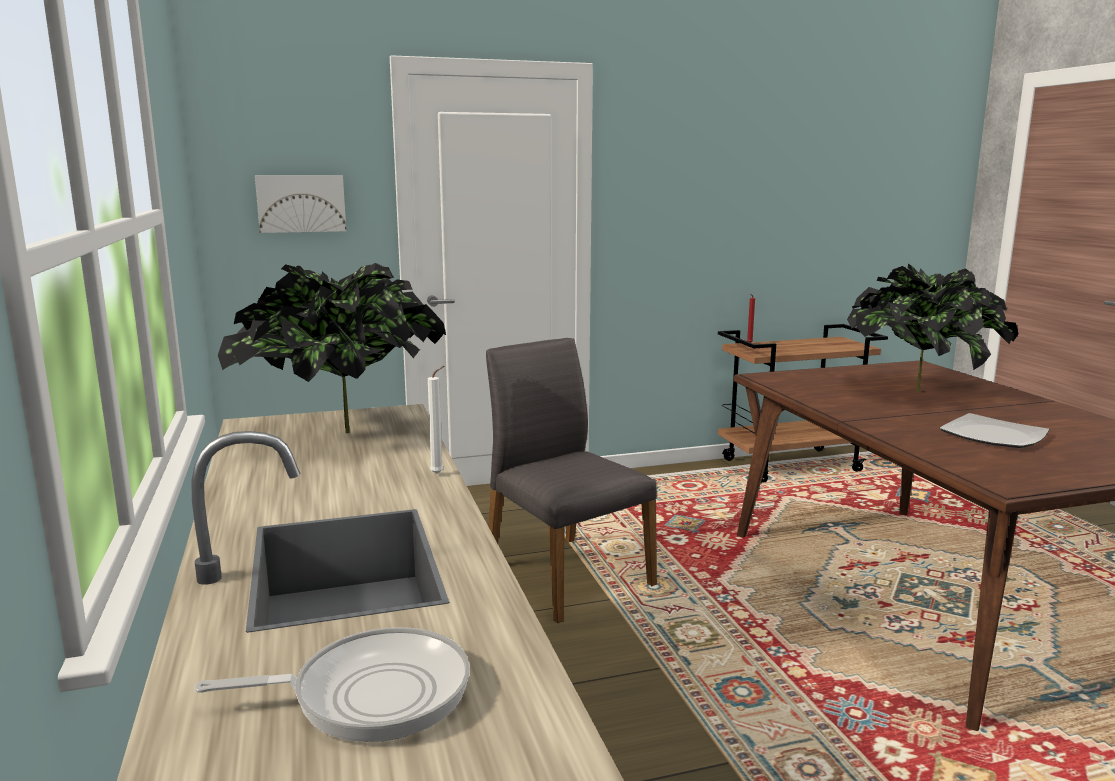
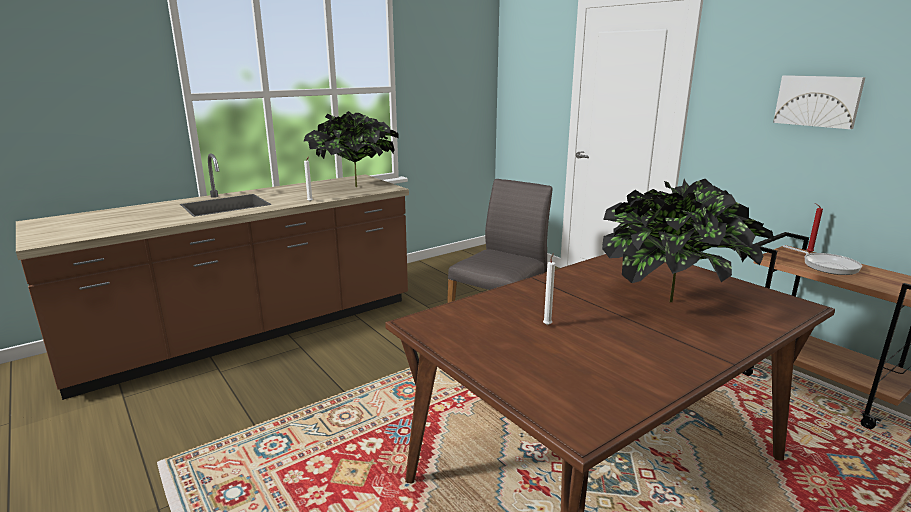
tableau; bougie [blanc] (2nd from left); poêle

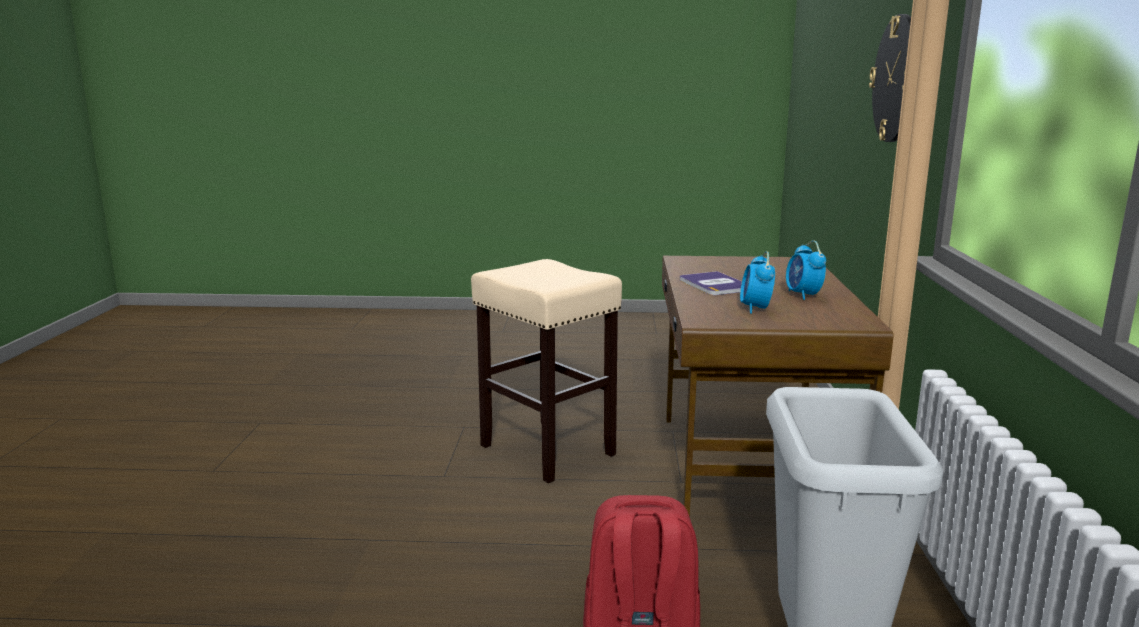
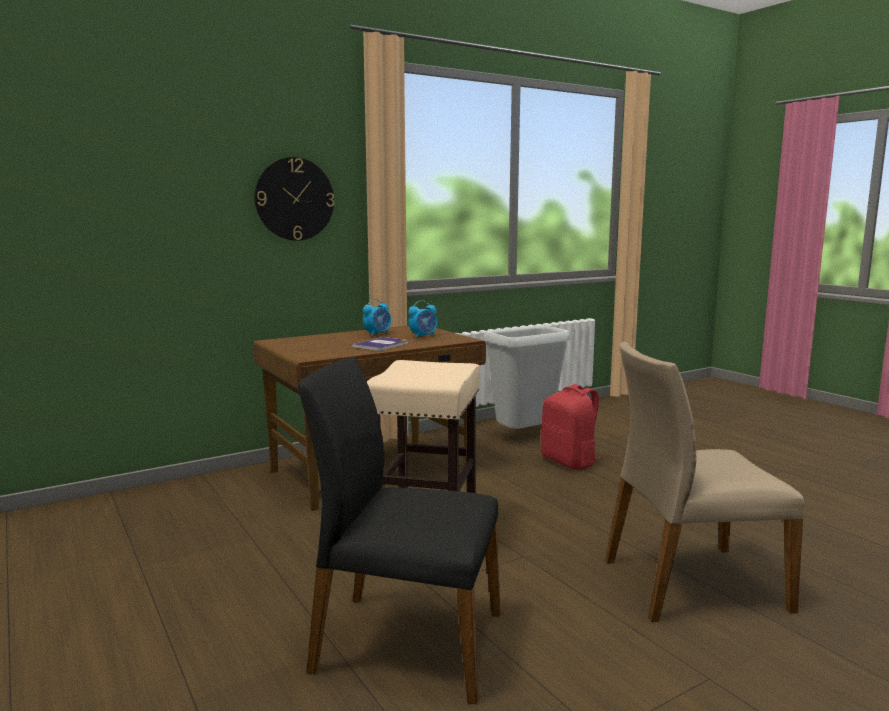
chaise [beige]; chaise [noir]

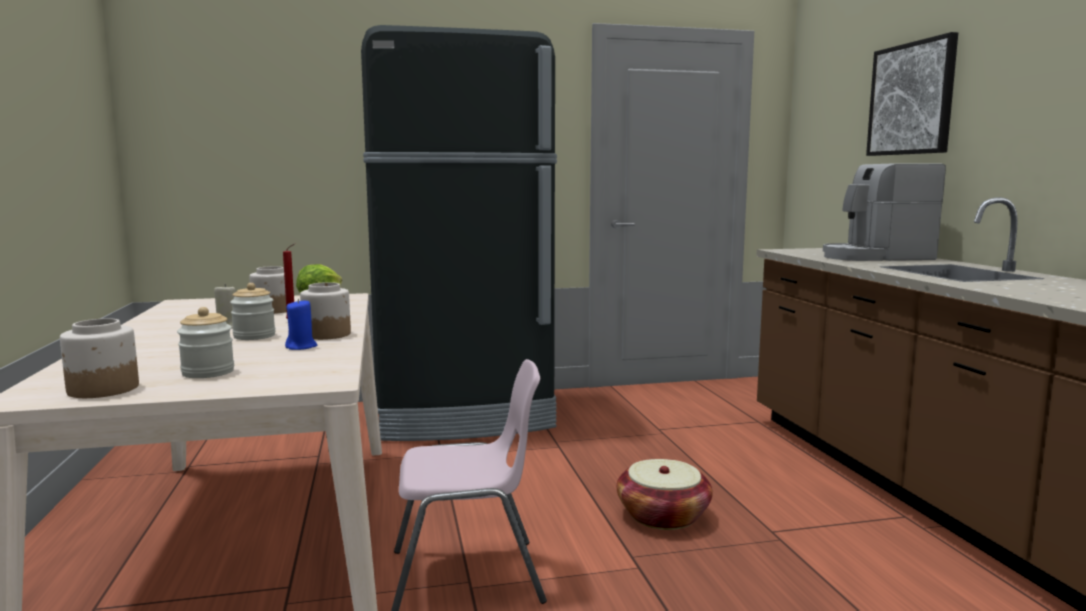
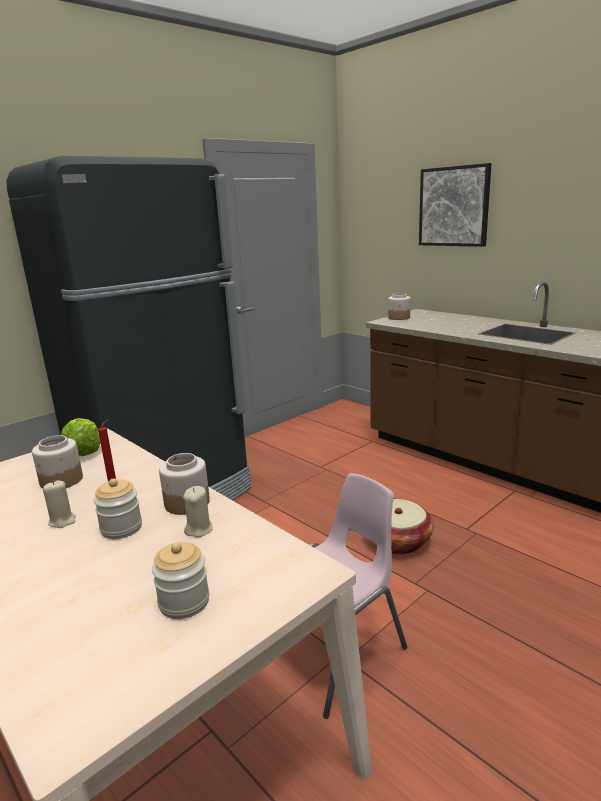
machine à café; bougie [beige] (2nd from left); bocal (5th from left)

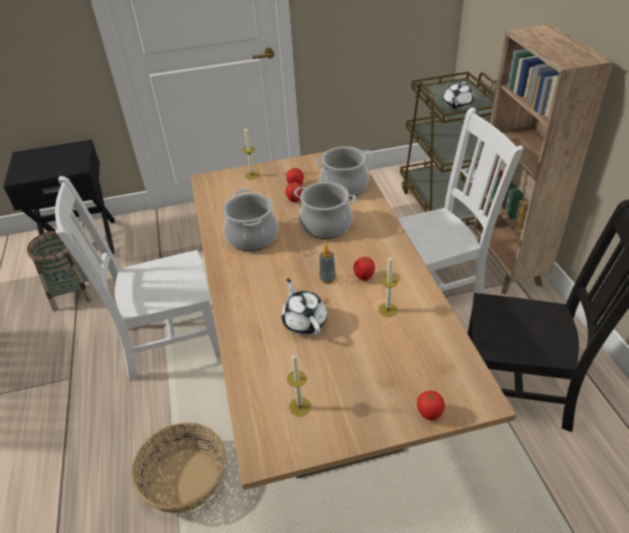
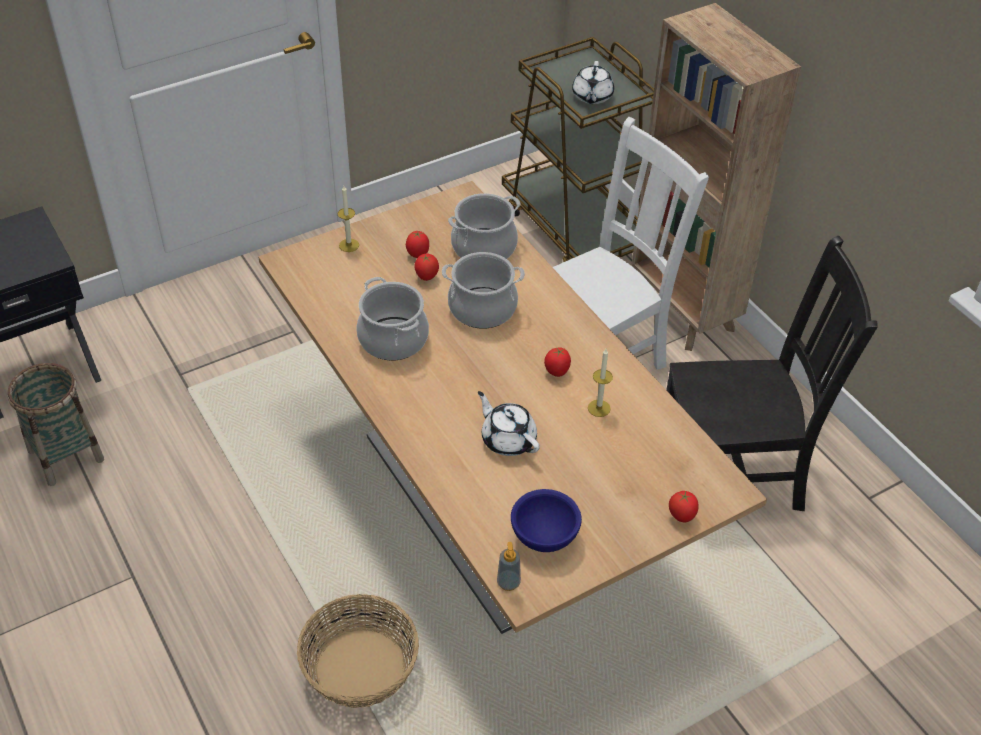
chaise [blanc] (1st from left in the first image); distributeur de savon; bol [bleu]

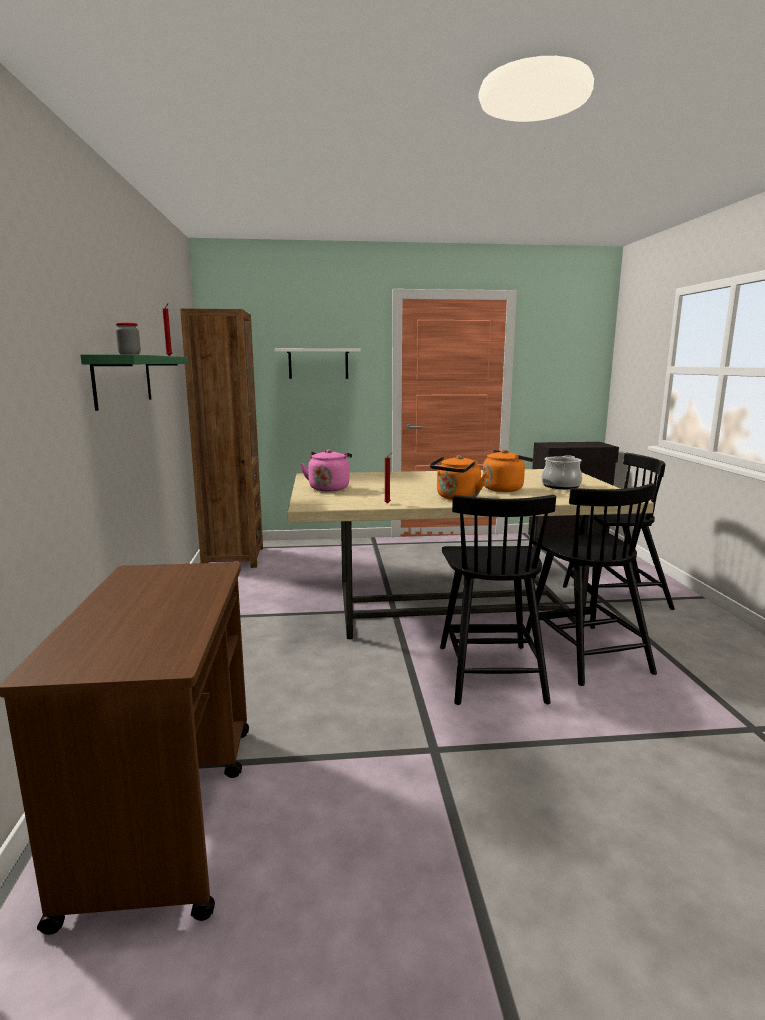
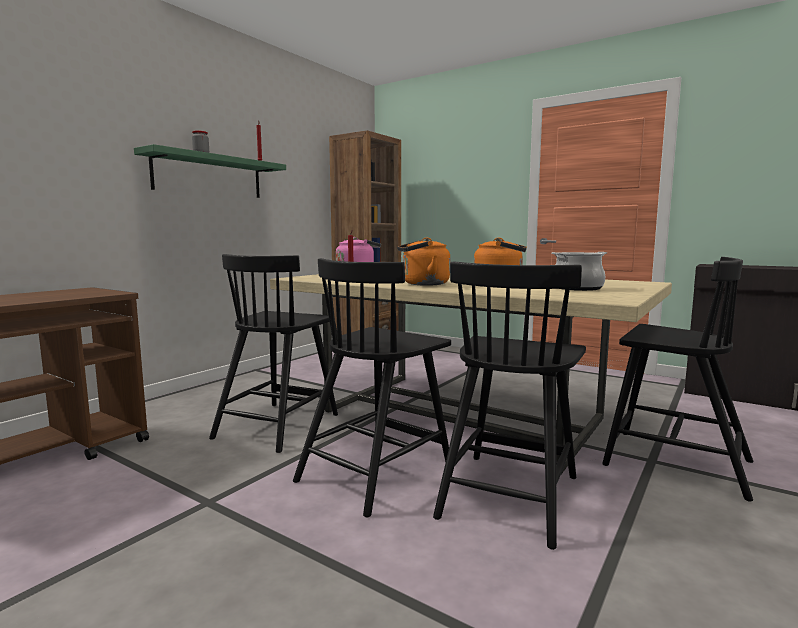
étagère [blanc]; chaise [noir] (1st from left)

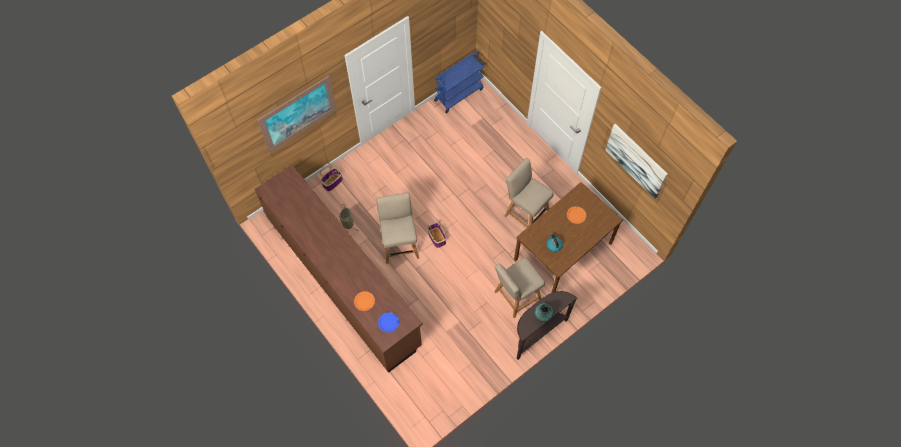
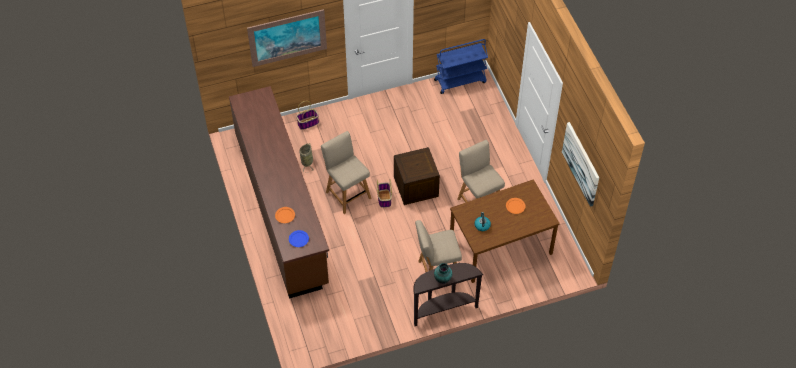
chaise [beige] (1st from left); caisse

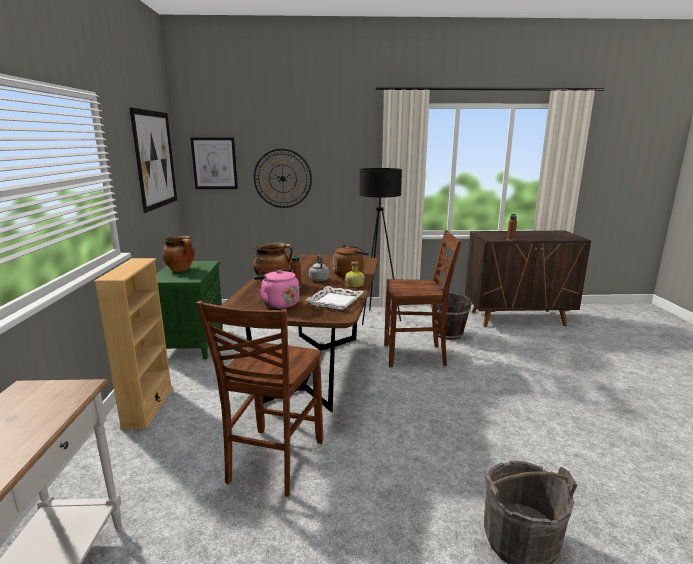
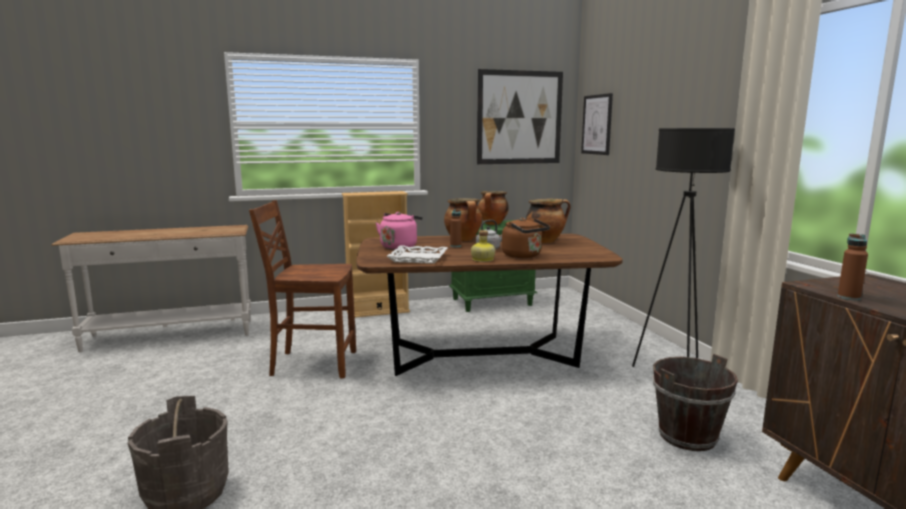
horloge murale; chaise [marron] (2nd from left in the first image); marmite (3rd from left)

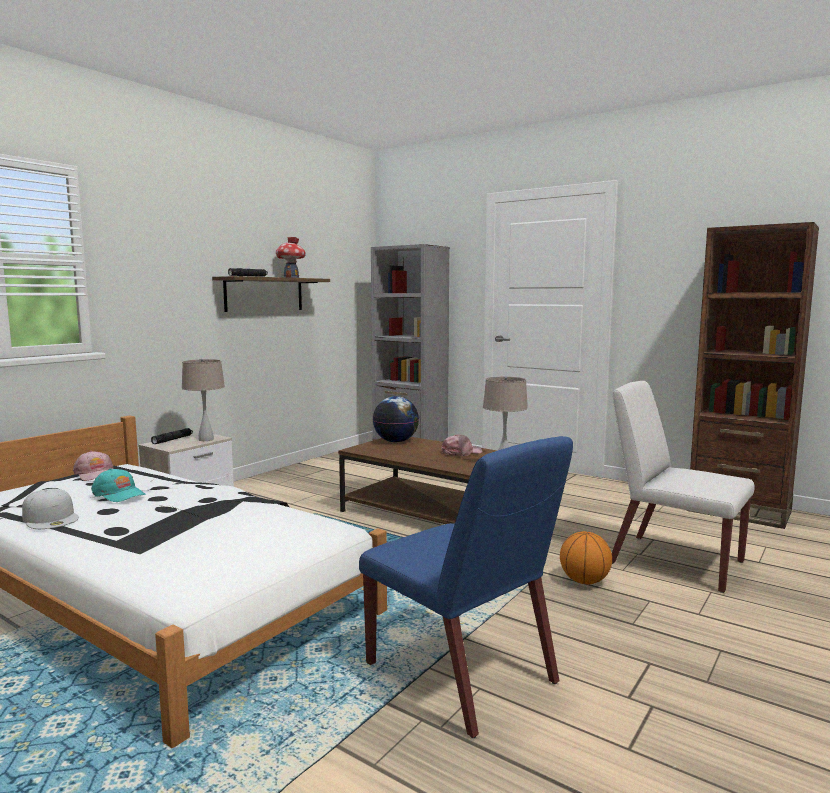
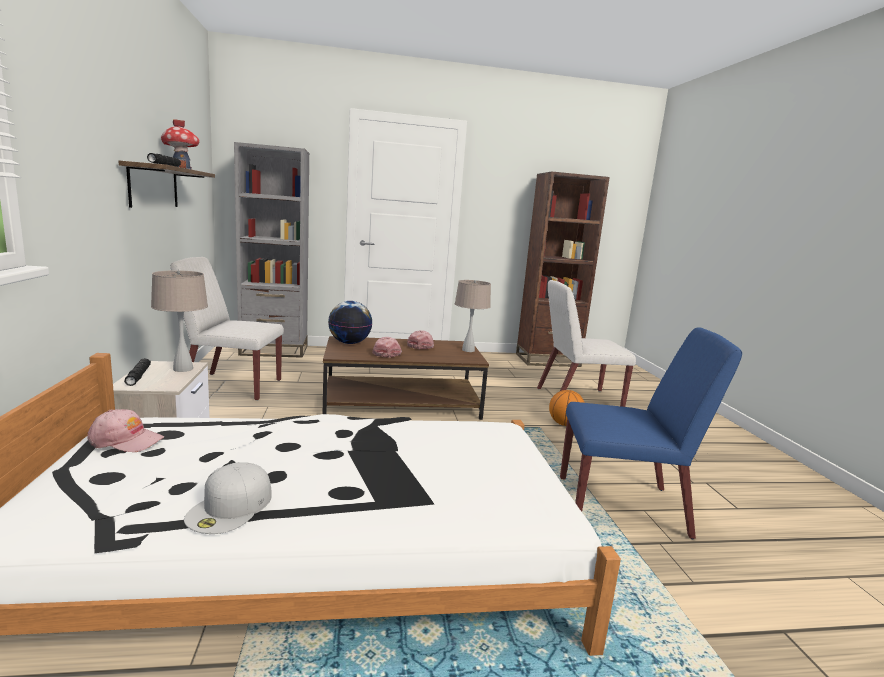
casquette [turquoise]; casquette [blanc]; chaise [blanc] (1st from left); casquette [rose] (2nd from left)

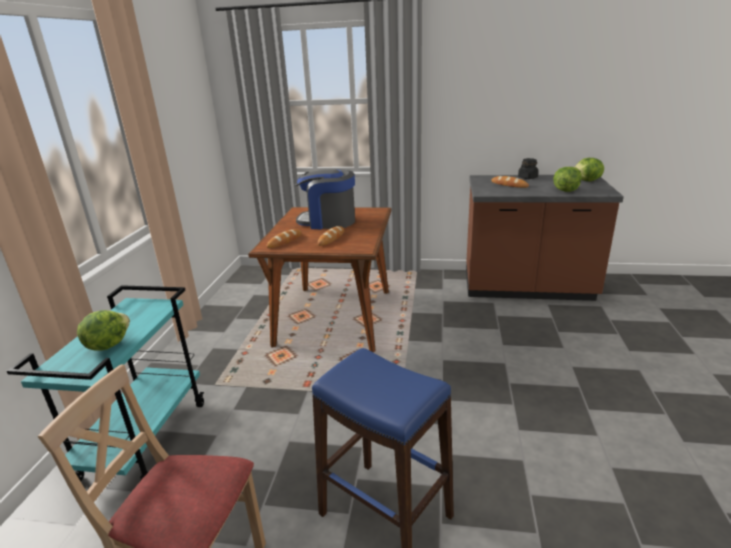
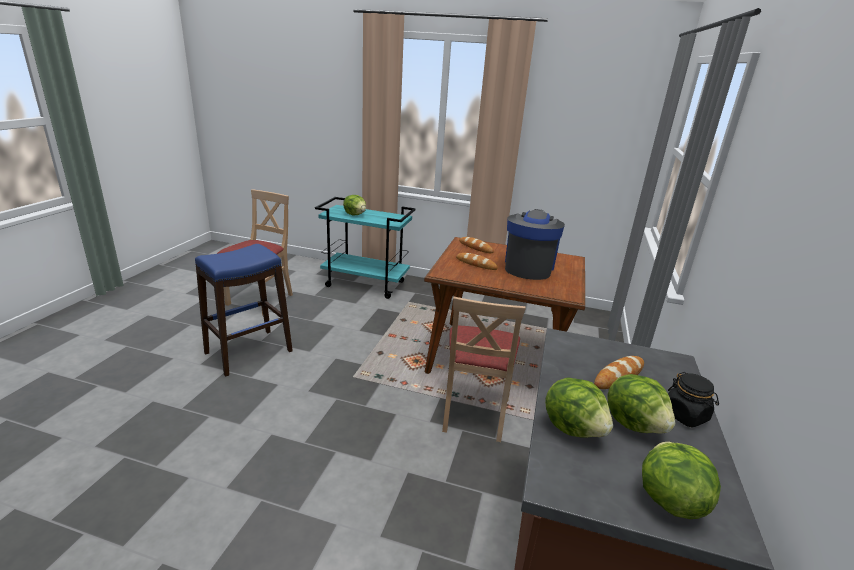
chaise [beige] (2nd from left); laitue (3rd from left)

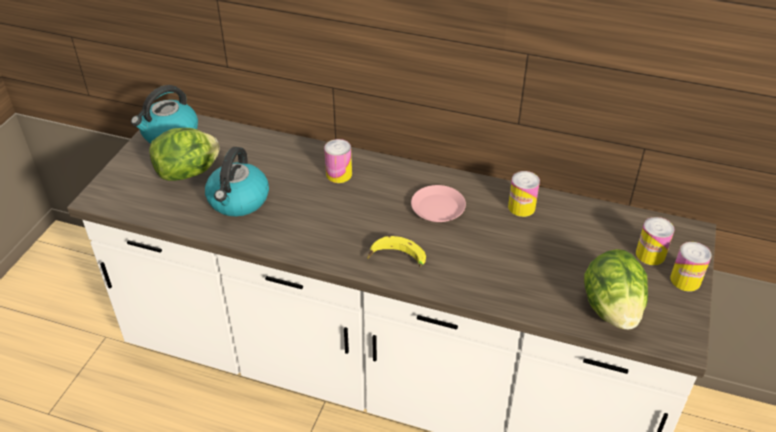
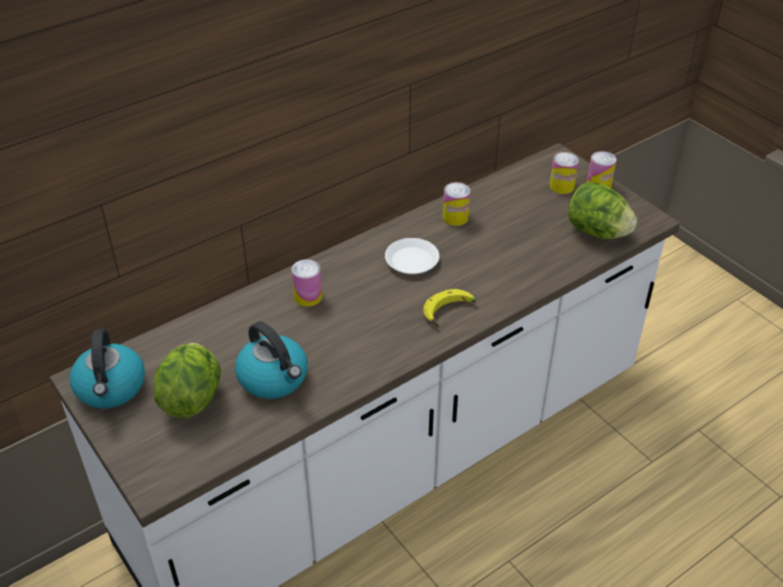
assiette [blanc]

